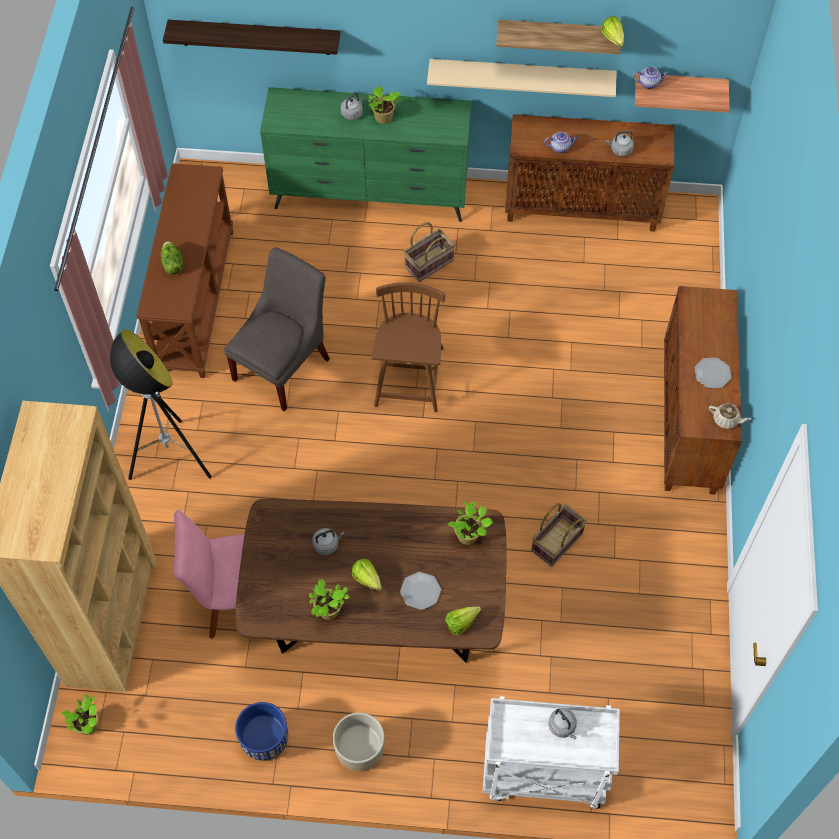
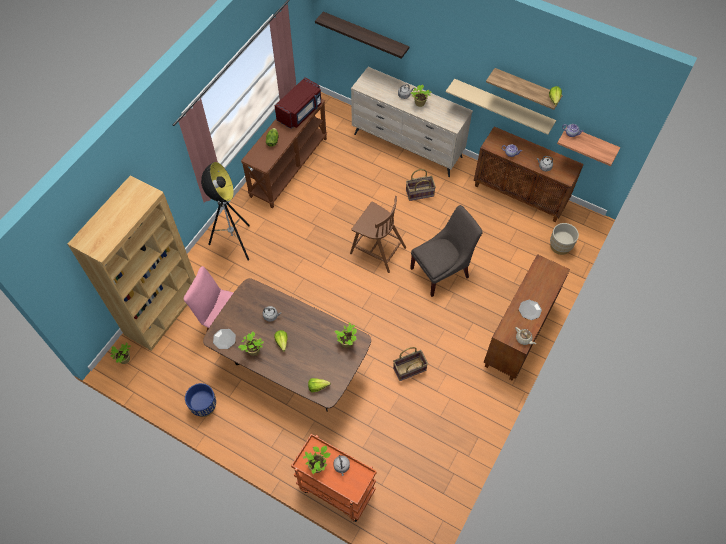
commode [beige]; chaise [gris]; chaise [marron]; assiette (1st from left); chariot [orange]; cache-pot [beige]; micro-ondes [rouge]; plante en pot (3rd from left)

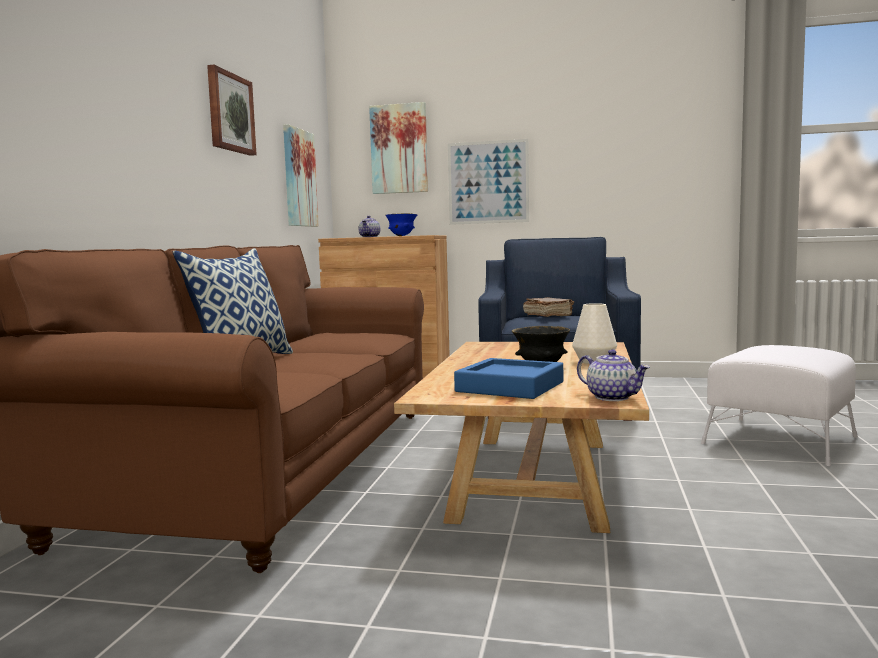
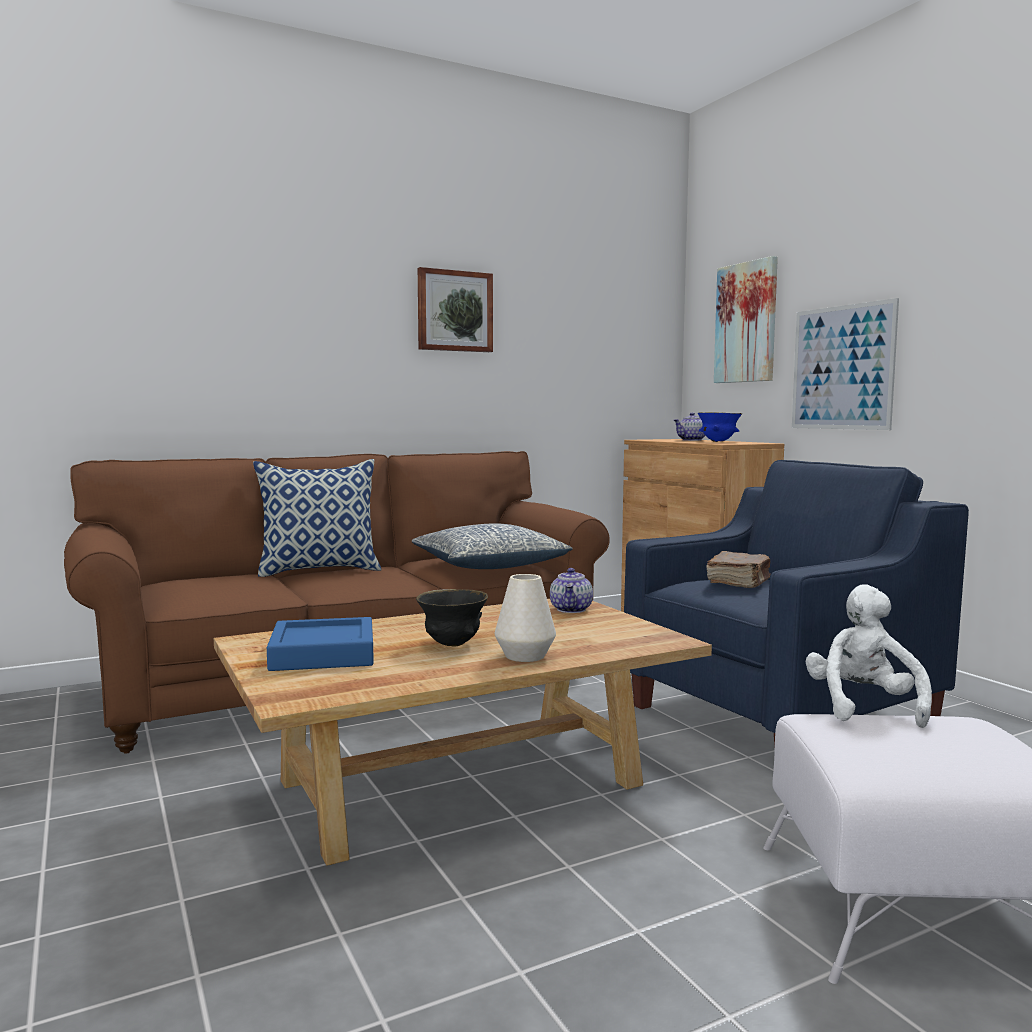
tableau (2nd from left in the first image); théière (1st from left); coussin (2nd from left); peluche [blanc]

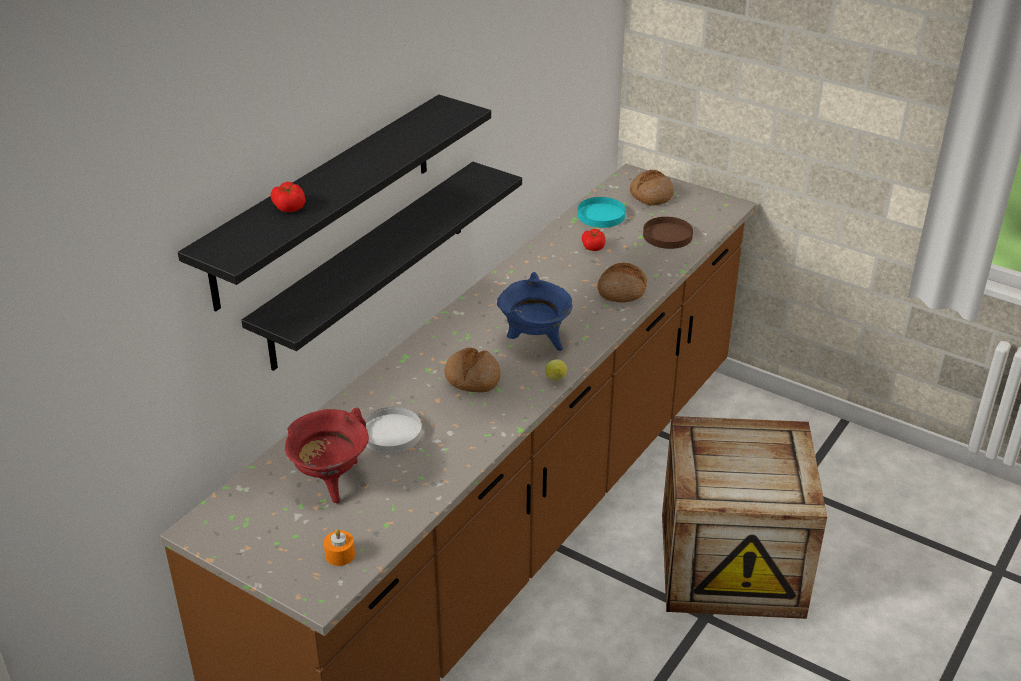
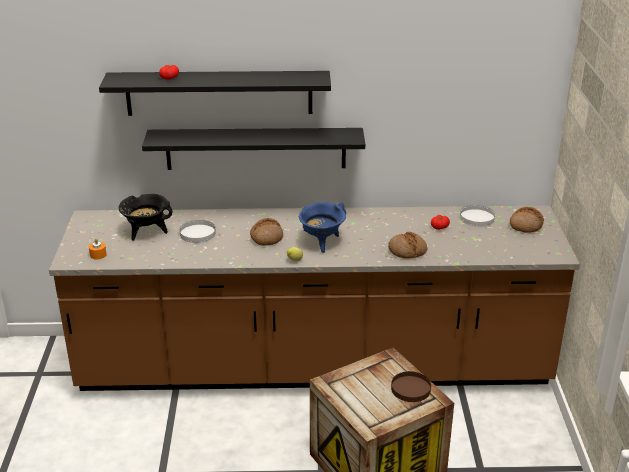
assiette [blanc] (2nd from left); assiette [marron]; marmite [noir]

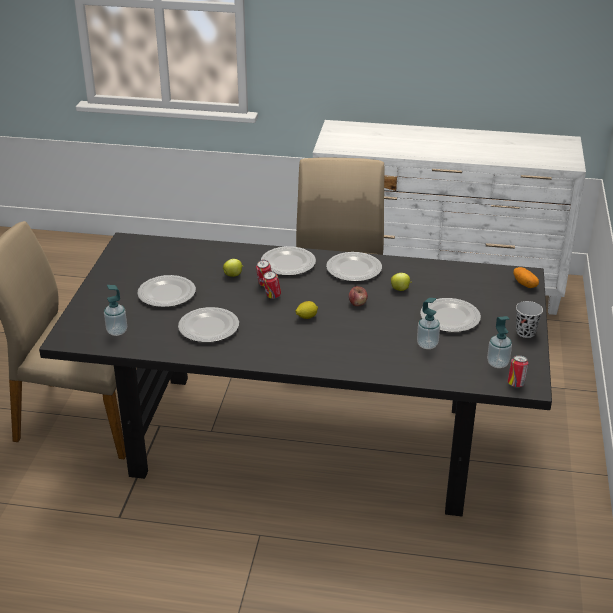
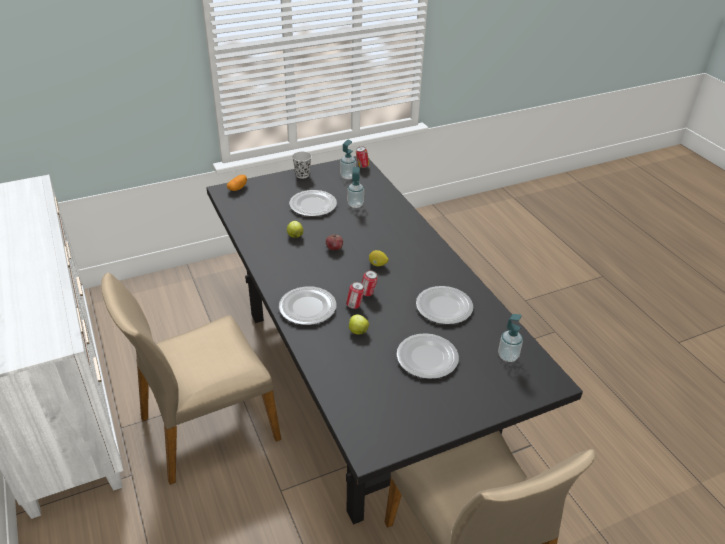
assiette (4th from left in the first image)

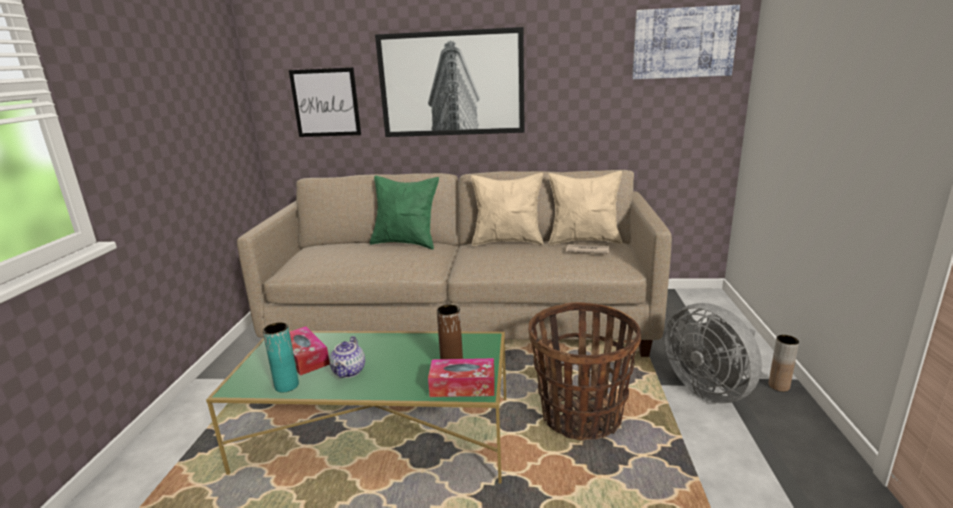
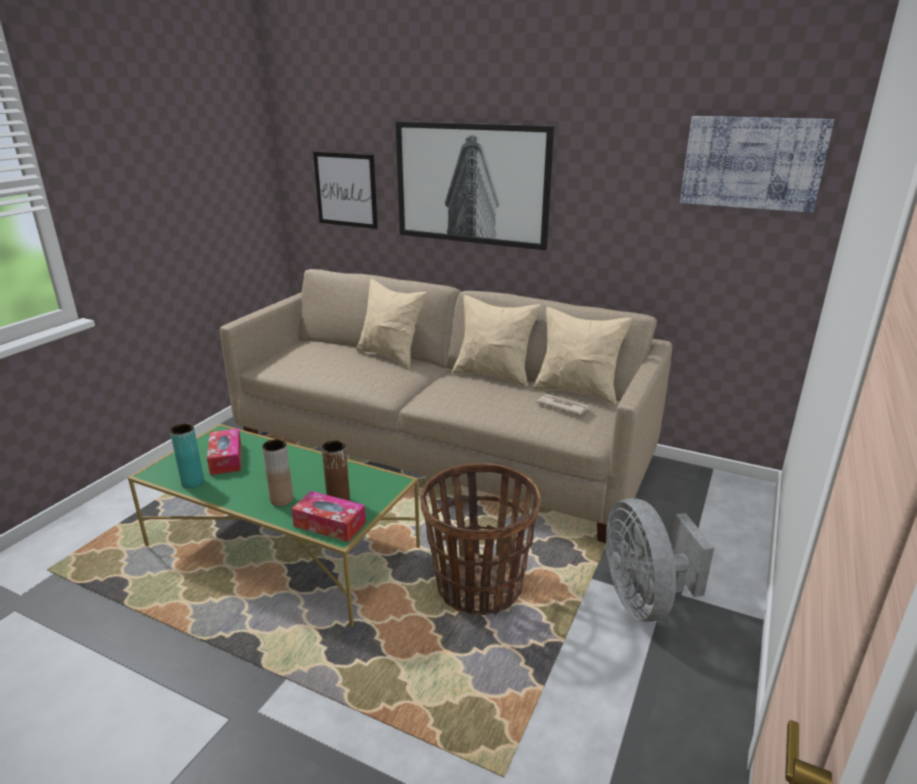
coussin [beige] (1st from left); vase [marron] (1st from left); théière

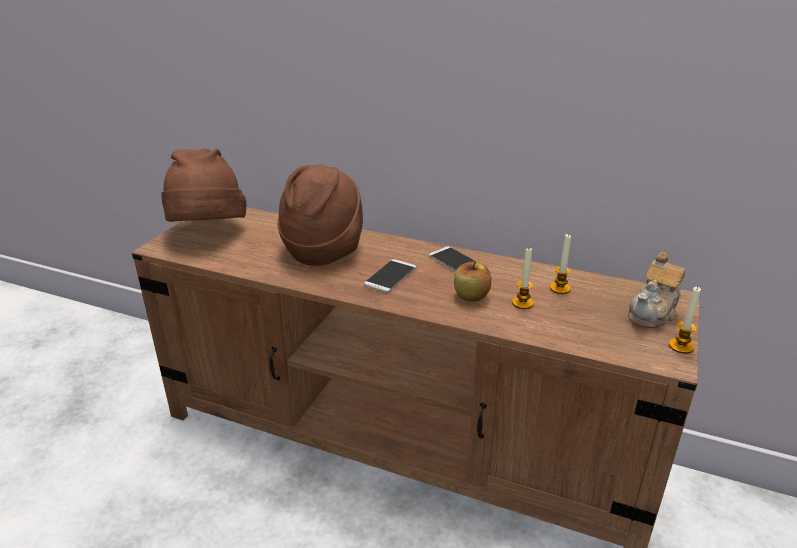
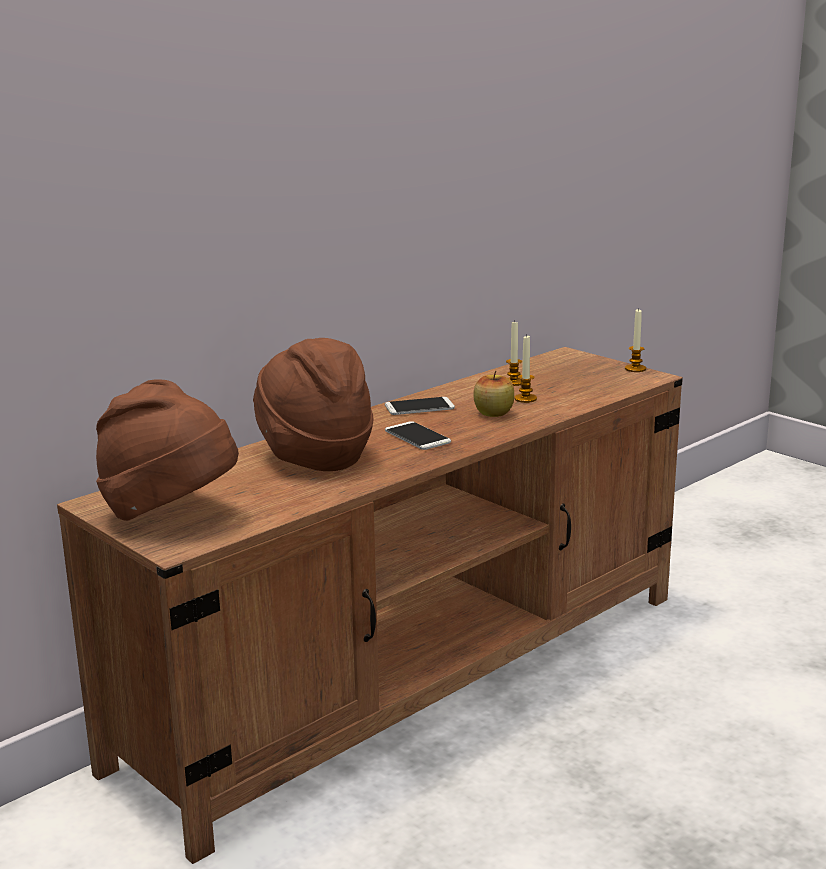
théière

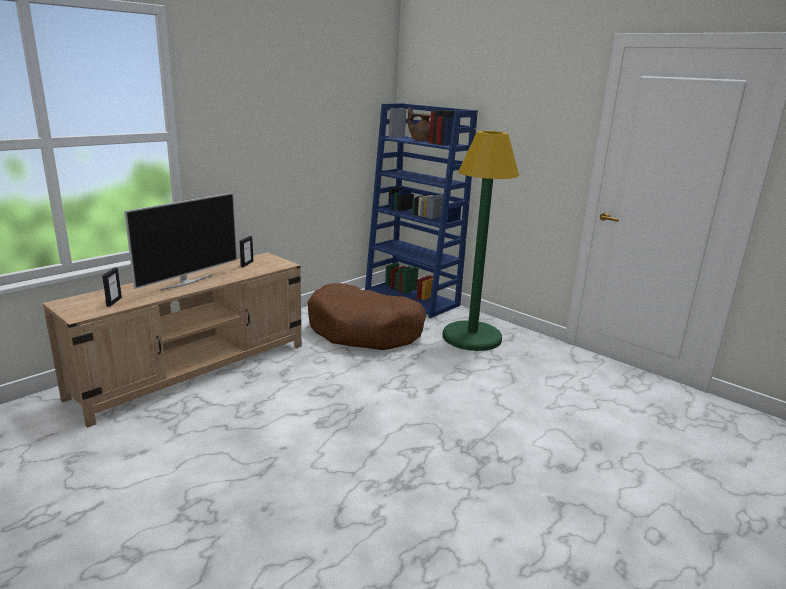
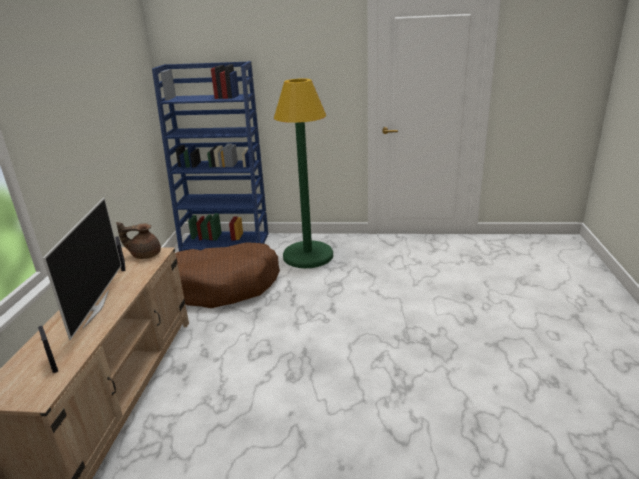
théière [marron]

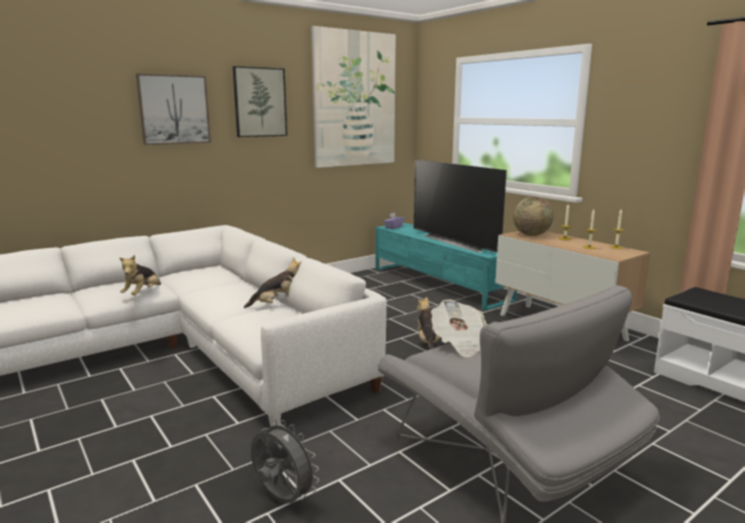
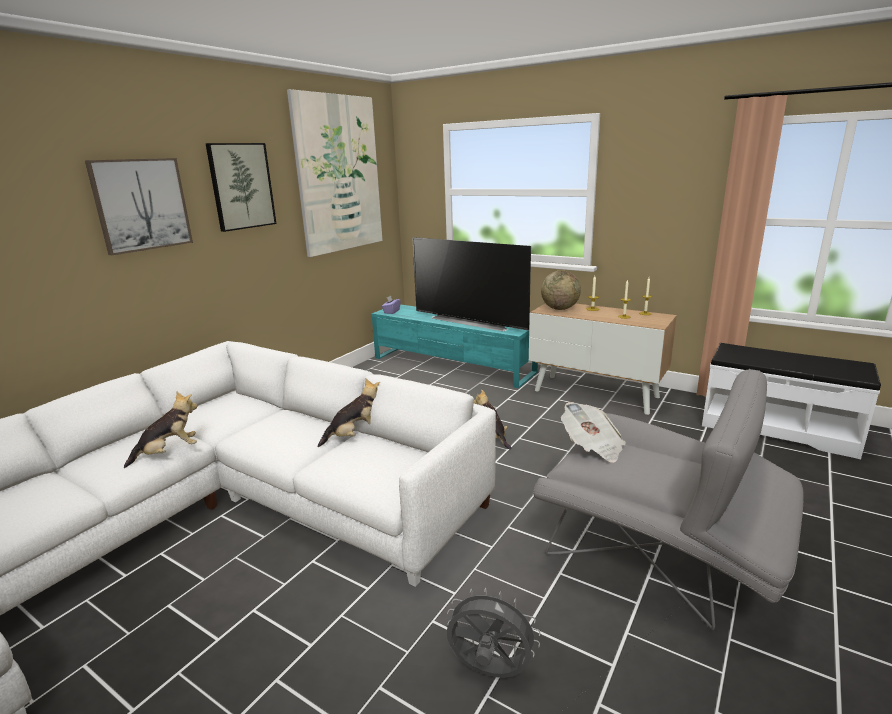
peluche (1st from left)

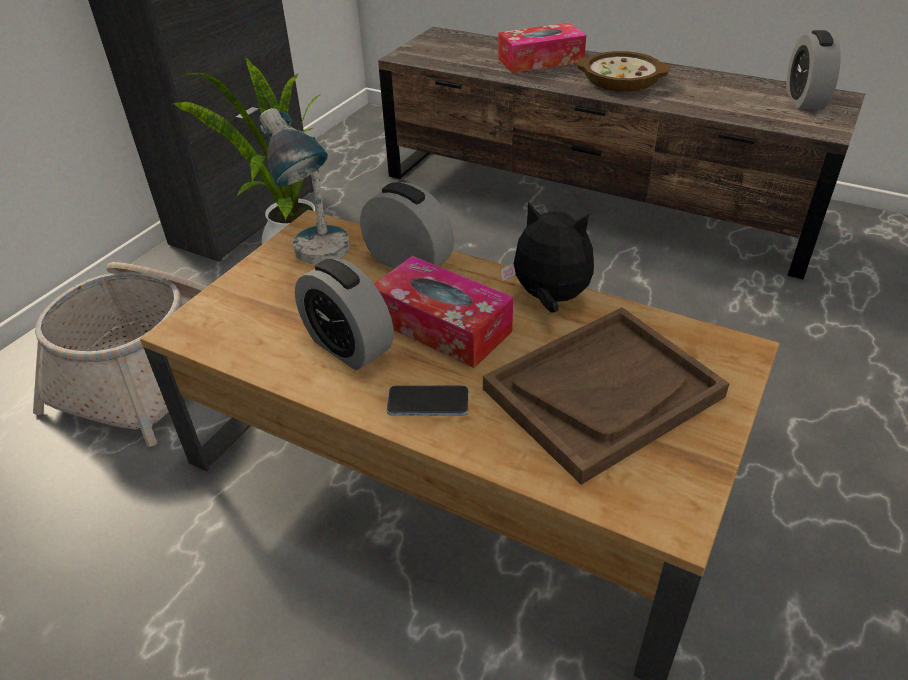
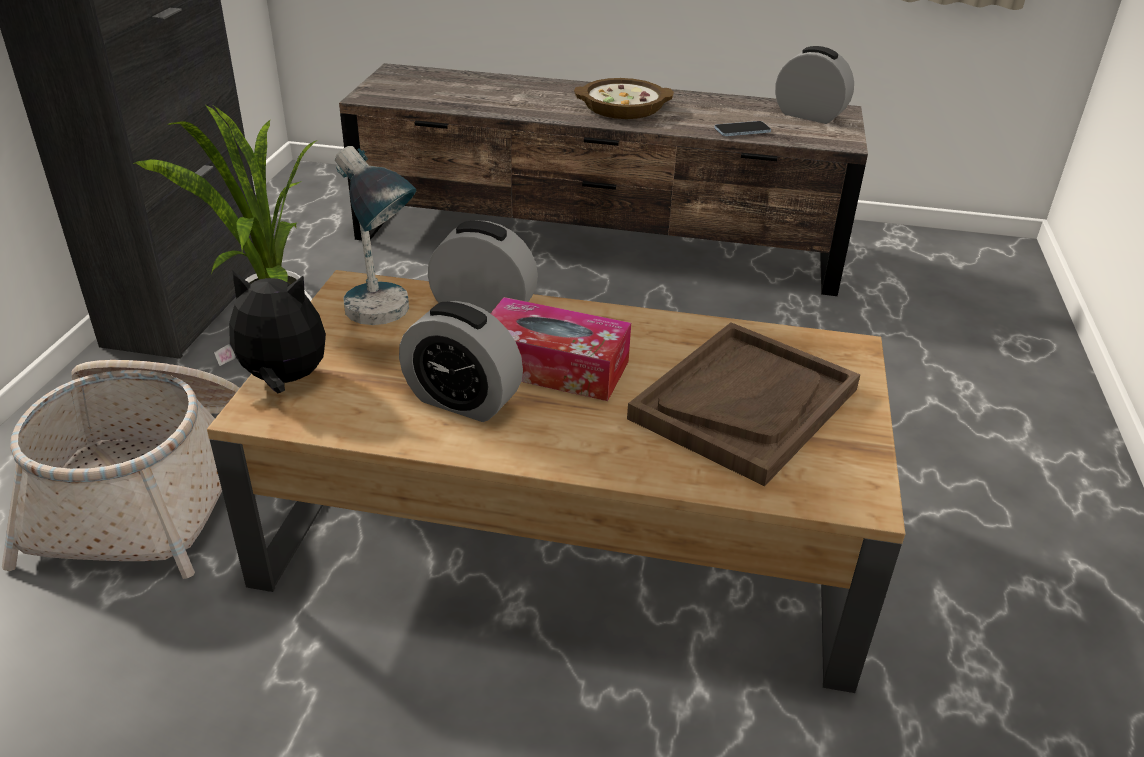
boîte à mouchoirs (2nd from left in the first image); réveil (3rd from left); peluche; téléphone

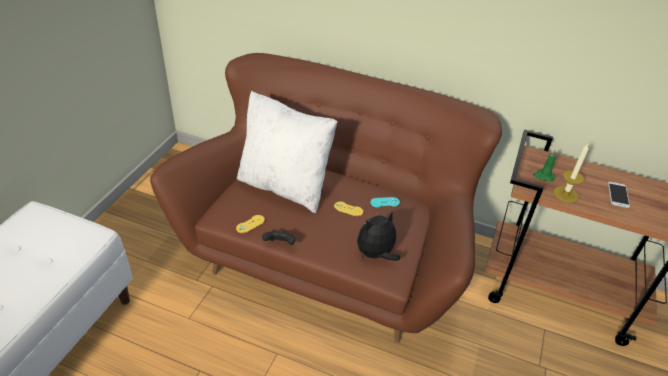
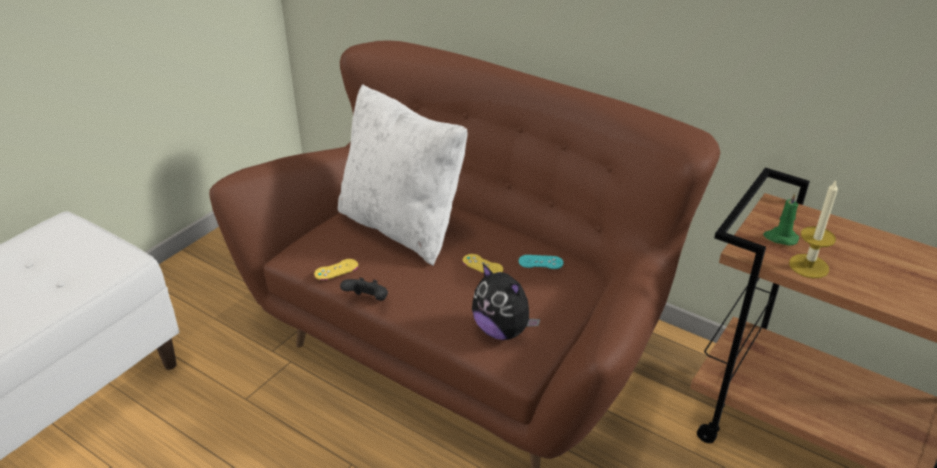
téléphone; peluche

